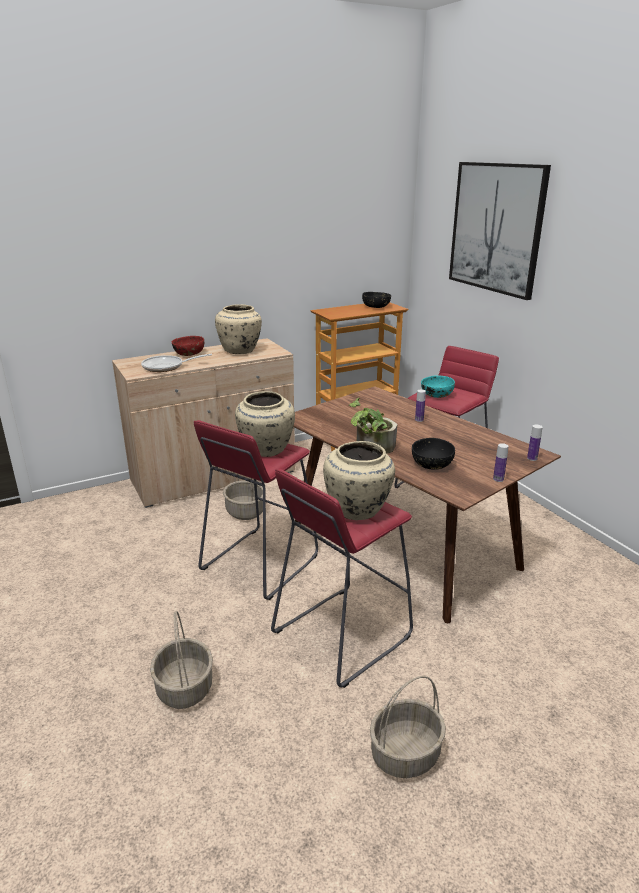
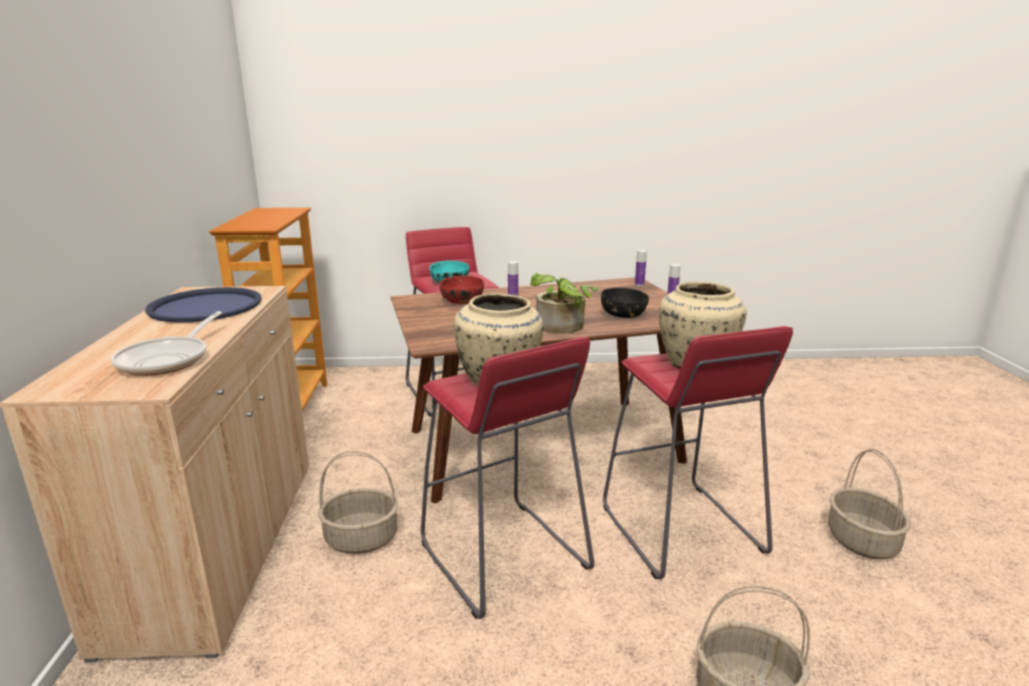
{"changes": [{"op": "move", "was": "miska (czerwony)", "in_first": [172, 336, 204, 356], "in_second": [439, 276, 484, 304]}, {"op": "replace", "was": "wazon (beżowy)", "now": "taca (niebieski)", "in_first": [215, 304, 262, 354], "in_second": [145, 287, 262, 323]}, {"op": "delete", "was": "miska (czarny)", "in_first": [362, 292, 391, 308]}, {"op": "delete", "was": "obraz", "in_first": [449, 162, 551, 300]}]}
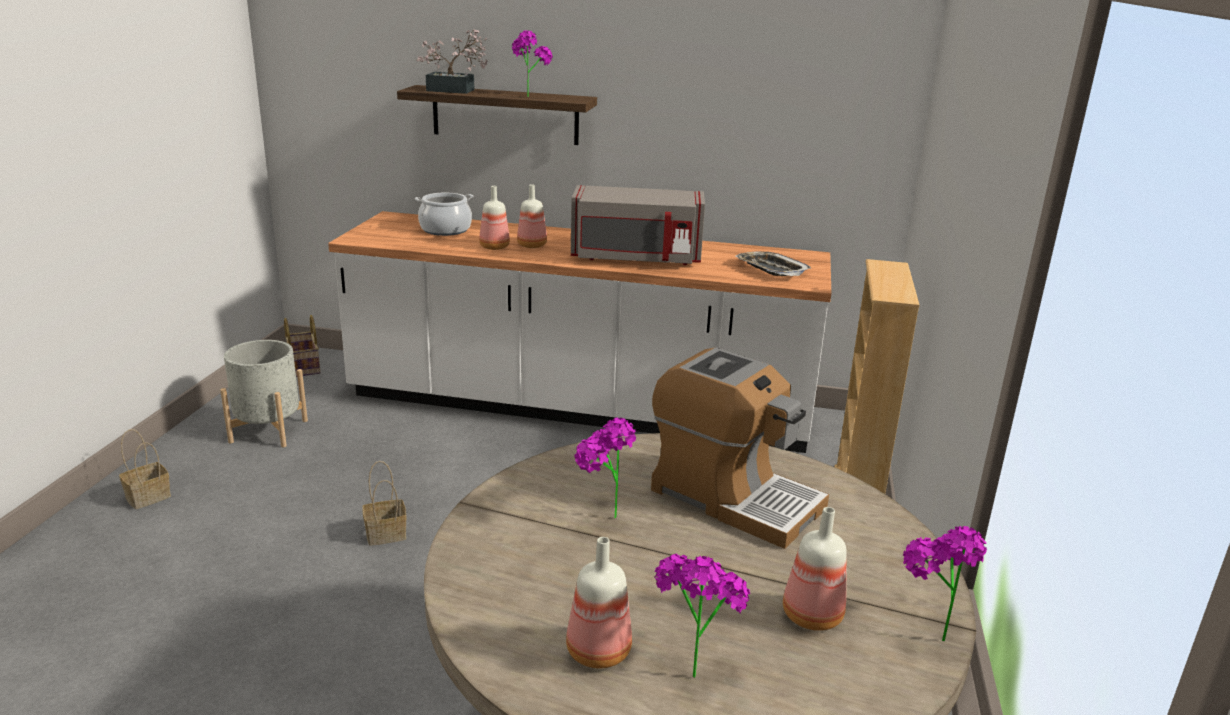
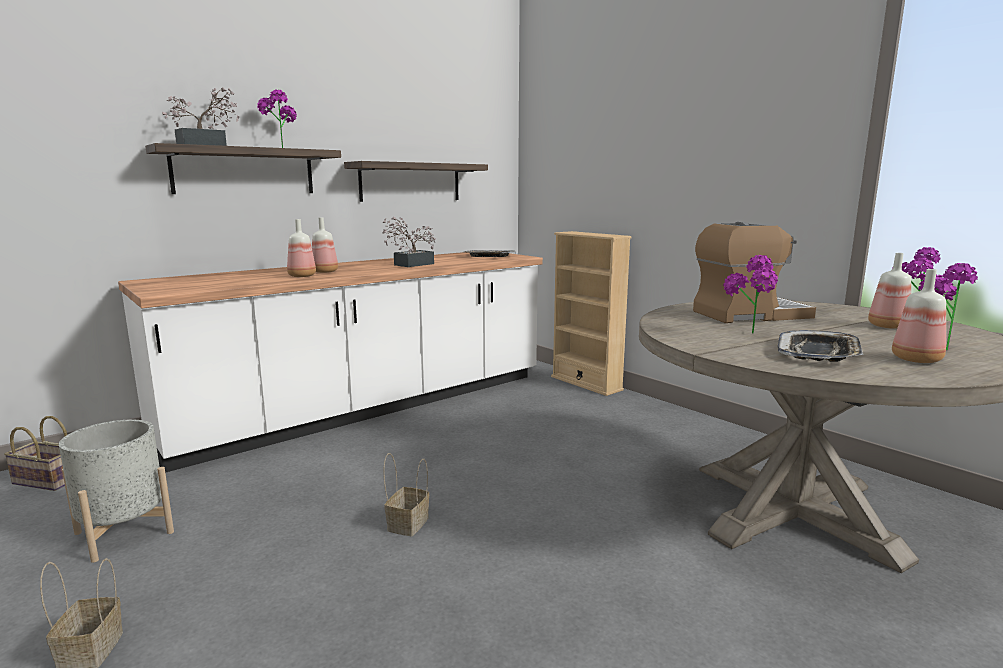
{"changes": [{"op": "delete", "was": "garnek", "in_first": [415, 193, 473, 236]}, {"op": "replace", "was": "mikrofalówka (szary)", "now": "roślina doniczkowa", "in_first": [571, 185, 705, 265], "in_second": [382, 216, 436, 267]}, {"op": "insert", "now": "półka", "in_second": [344, 161, 488, 202]}, {"op": "insert", "now": "taca", "in_second": [777, 330, 864, 362]}]}
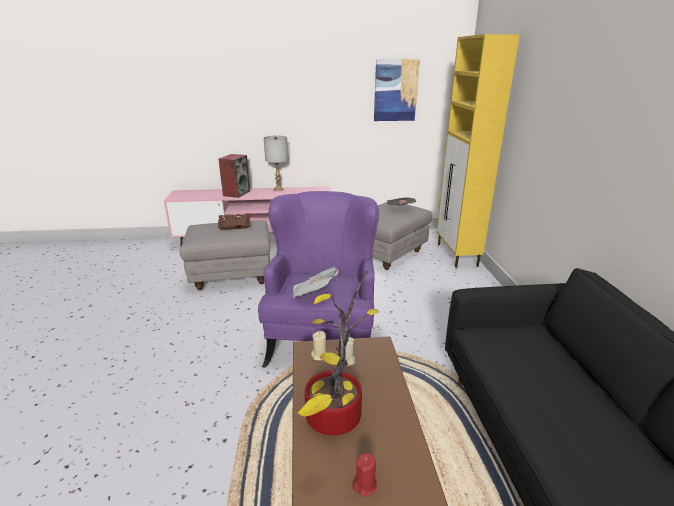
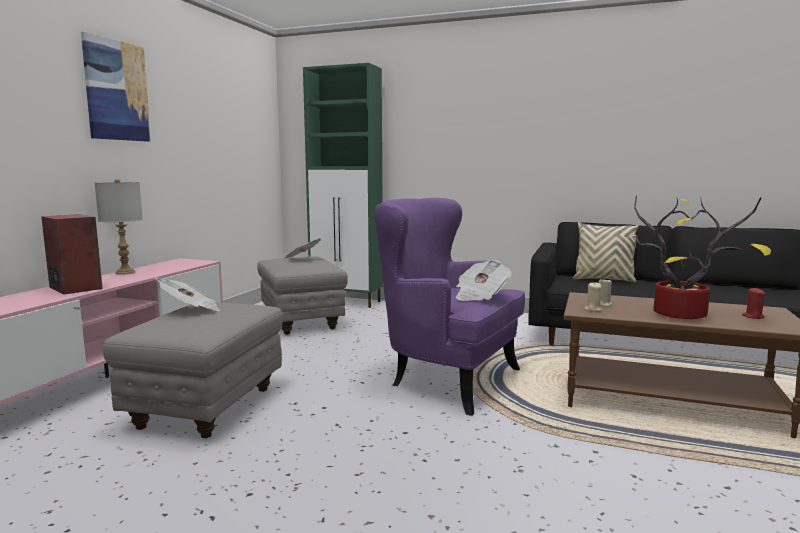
{"changes": [{"op": "replace", "was": "taca (brązowy)", "now": "gazeta", "in_first": [218, 213, 251, 230], "in_second": [155, 278, 220, 311]}, {"op": "move", "was": "obraz", "in_first": [374, 59, 420, 121], "in_second": [81, 32, 151, 142]}, {"op": "recolor", "was": "szafka (żółty)", "now": "szafka (zielony)", "in_first": [437, 34, 520, 268], "in_second": [303, 63, 383, 308]}, {"op": "insert", "now": "poduszka (beżowy)", "in_second": [573, 222, 639, 282]}]}
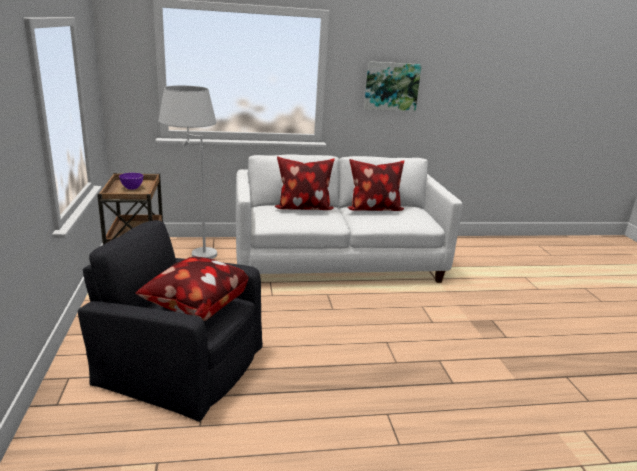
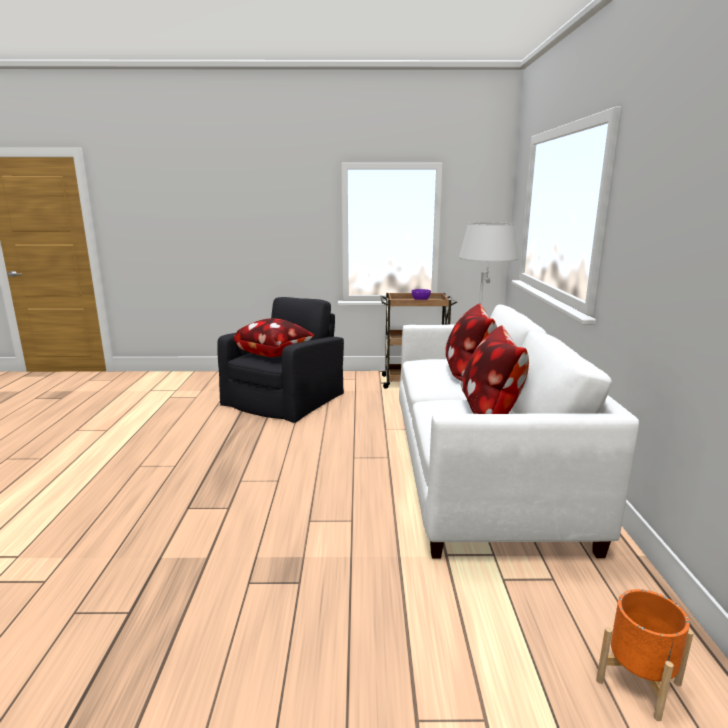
{"changes": [{"op": "delete", "was": "obraz", "in_first": [364, 61, 422, 111]}, {"op": "insert", "now": "donica (pomarańczowy)", "in_second": [596, 589, 694, 721]}]}
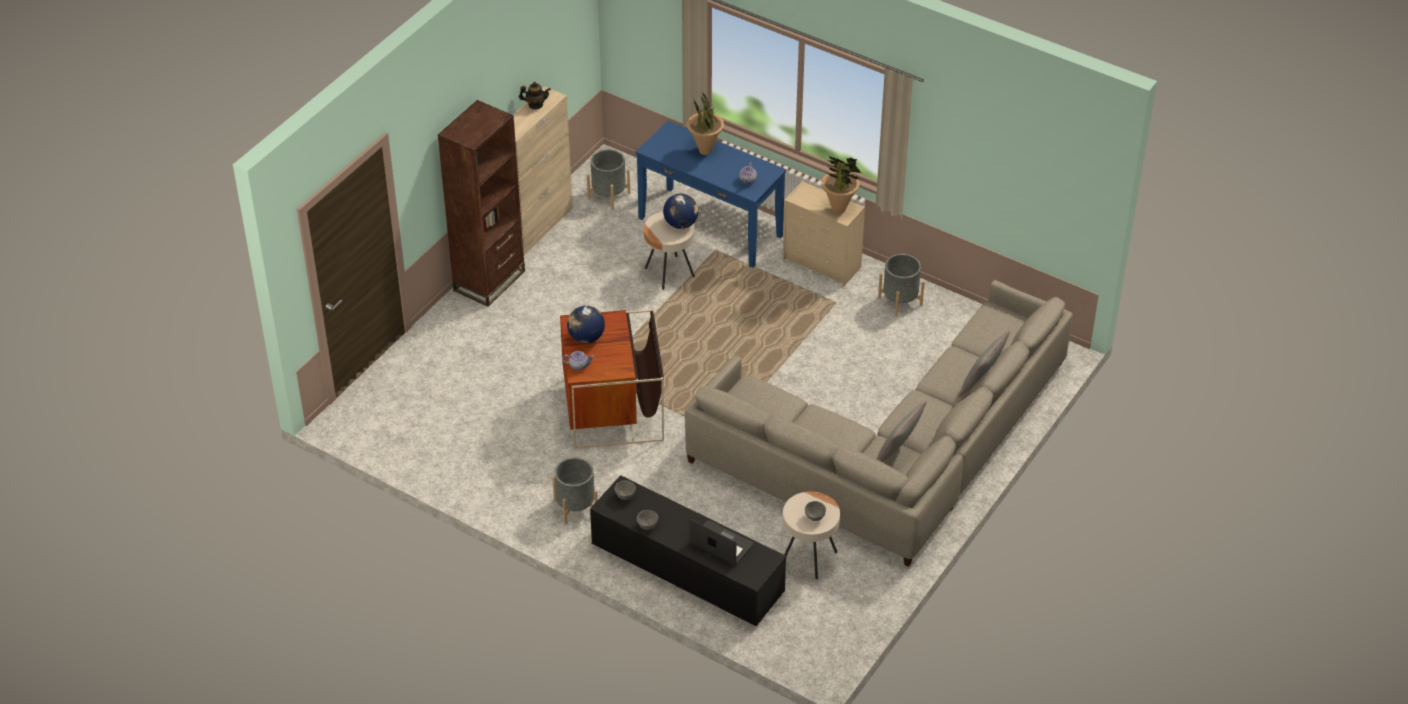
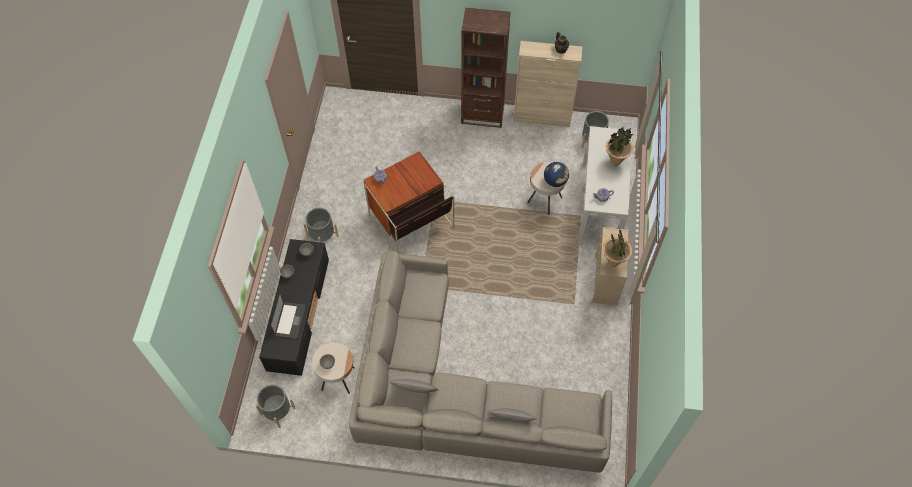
{"changes": [{"op": "delete", "was": "globus", "in_first": [567, 306, 605, 343]}, {"op": "recolor", "was": "stolik konsolowy (niebieski)", "now": "stolik konsolowy (biały)", "in_first": [636, 121, 786, 268], "in_second": [577, 126, 632, 244]}, {"op": "move", "was": "donica (szary)", "in_first": [878, 254, 925, 317], "in_second": [255, 384, 296, 428]}]}
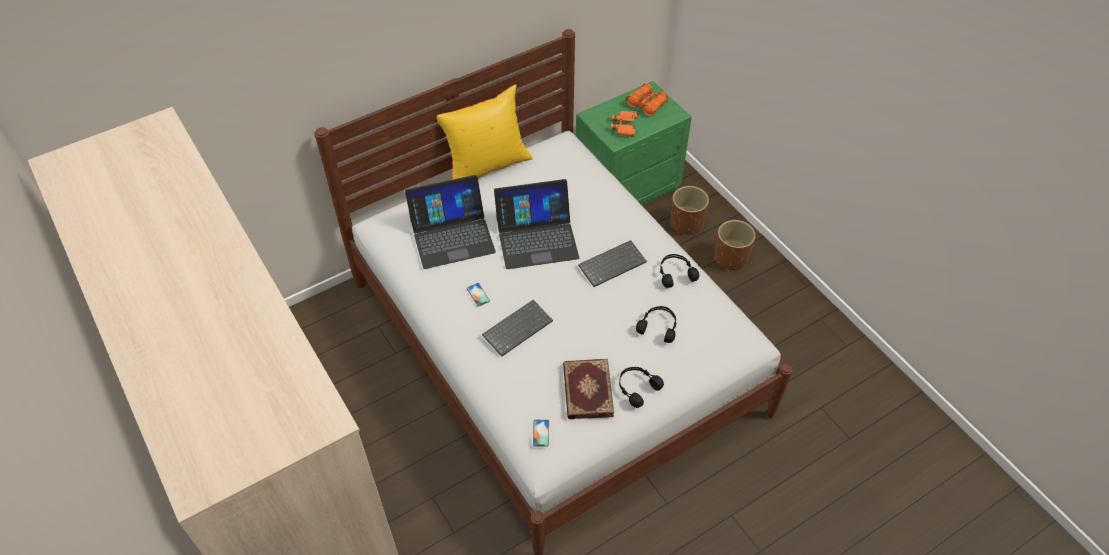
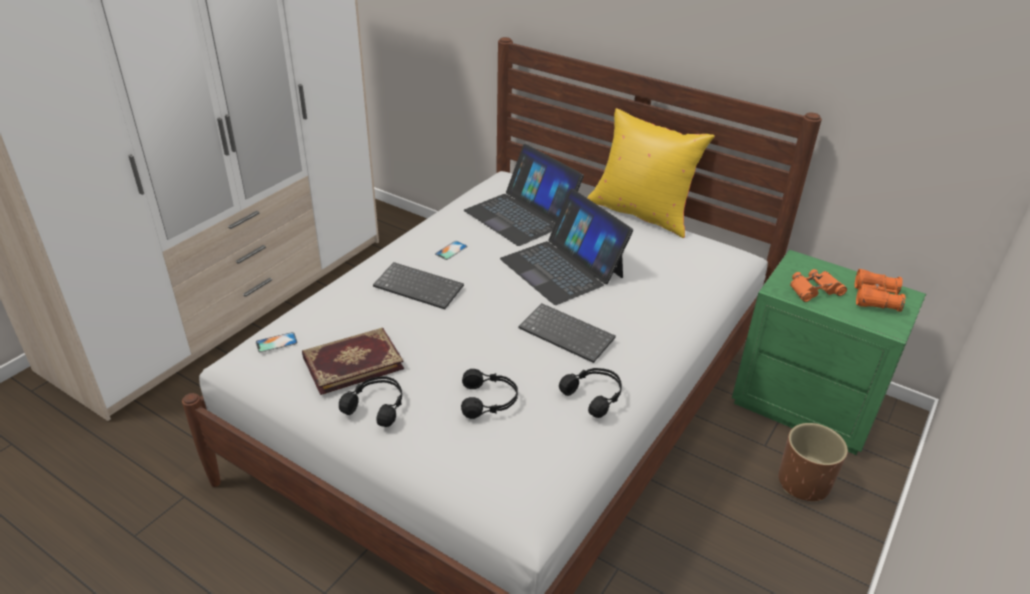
{"changes": [{"op": "delete", "was": "donica (brązowy)", "in_first": [714, 220, 756, 271]}]}
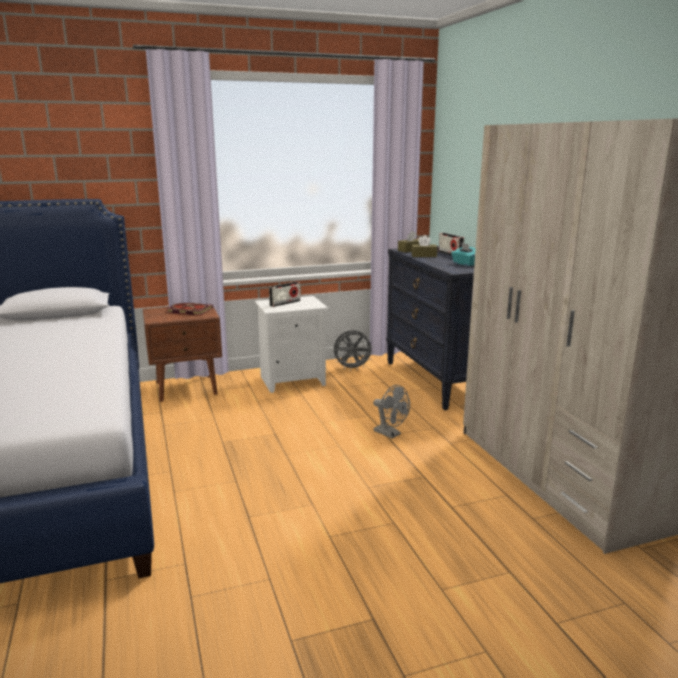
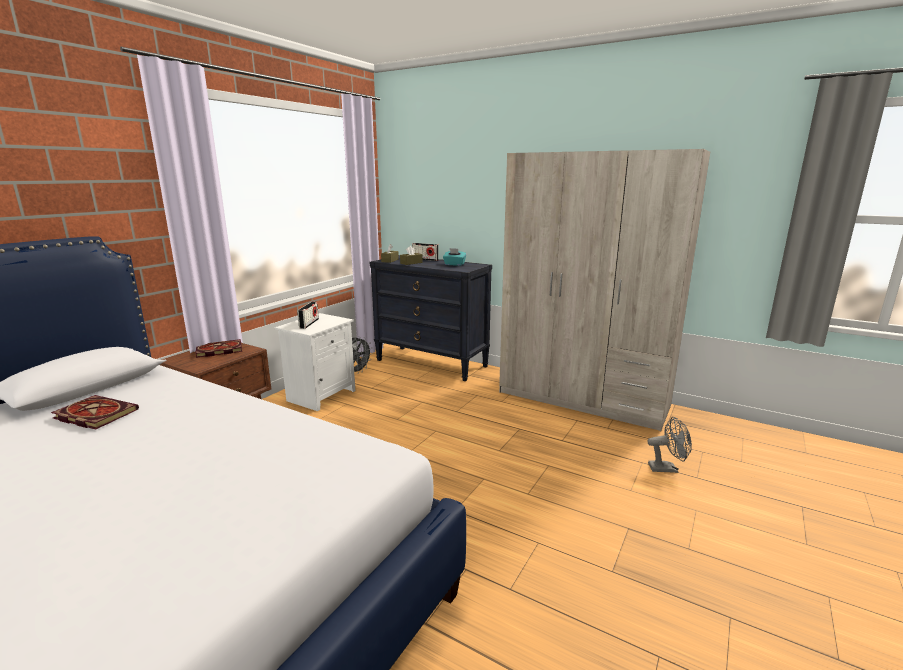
{"changes": [{"op": "move", "was": "wentylator (szary)", "in_first": [373, 385, 410, 439], "in_second": [647, 417, 692, 473]}, {"op": "insert", "now": "książka", "in_second": [51, 395, 139, 430]}]}
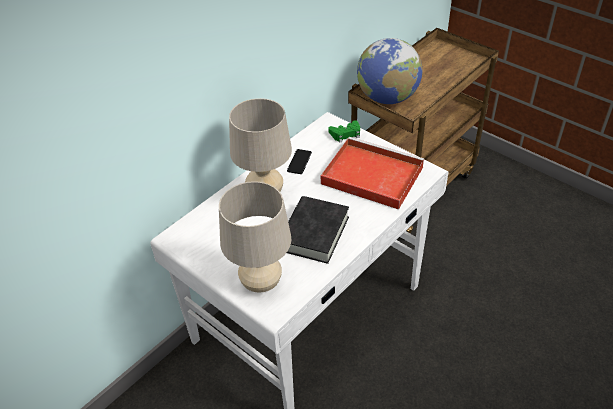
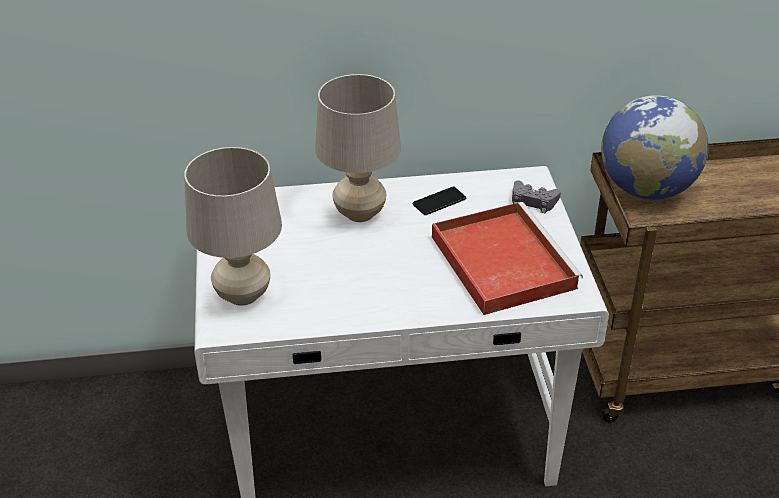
{"changes": [{"op": "delete", "was": "książka (czarny)", "in_first": [287, 196, 349, 264]}, {"op": "recolor", "was": "pad do gier (zielony)", "now": "pad do gier (szary)", "in_first": [328, 120, 360, 143], "in_second": [512, 181, 561, 213]}]}
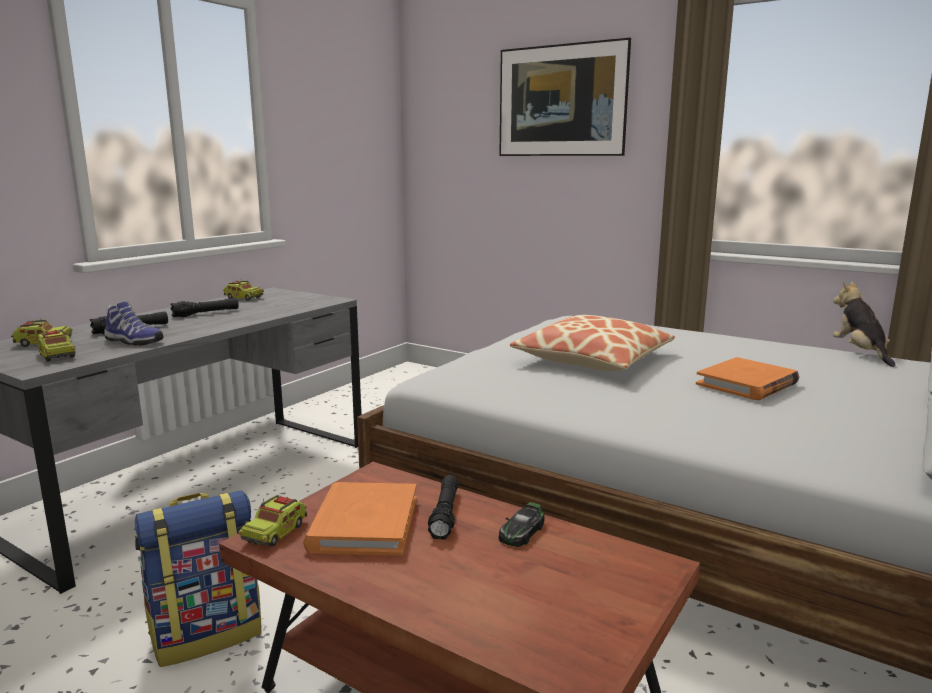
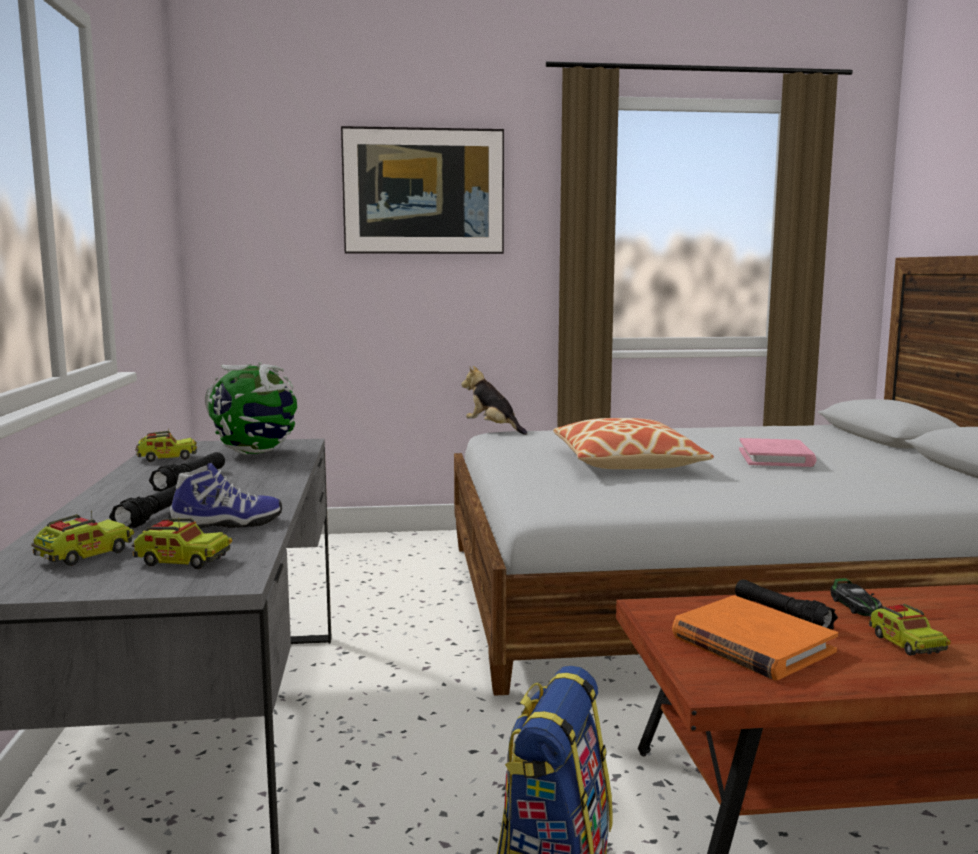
{"changes": [{"op": "move", "was": "ciężarówka zabawkowa", "in_first": [238, 495, 307, 546], "in_second": [869, 604, 951, 656]}, {"op": "recolor", "was": "książka (pomarańczowy)", "now": "książka (różowy)", "in_first": [696, 357, 799, 400], "in_second": [739, 438, 816, 467]}, {"op": "move", "was": "pluszak", "in_first": [833, 281, 895, 367], "in_second": [461, 366, 527, 435]}, {"op": "insert", "now": "globus", "in_second": [205, 362, 297, 455]}]}
